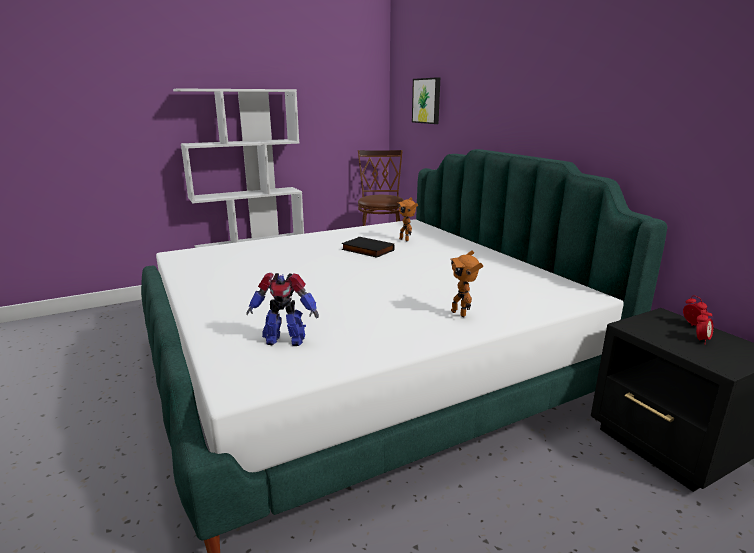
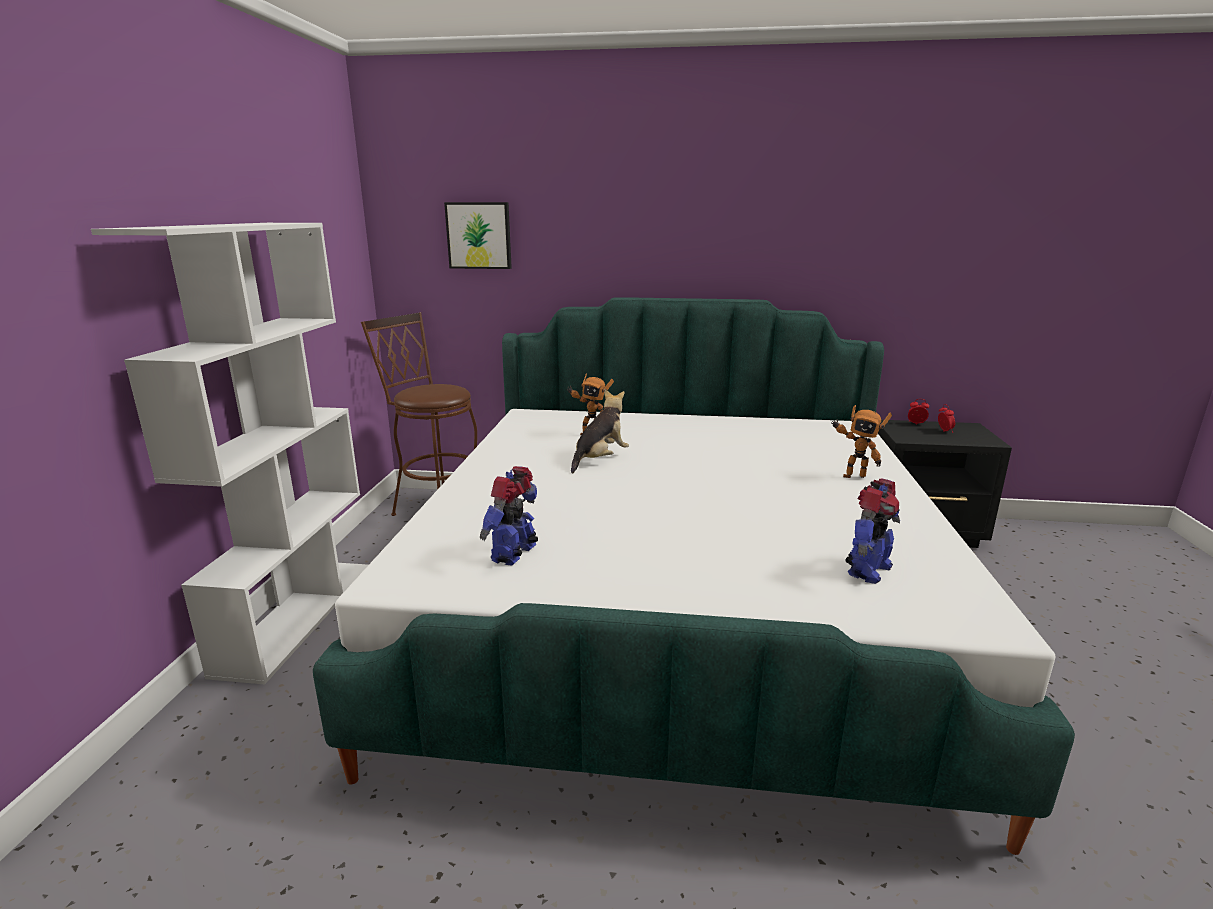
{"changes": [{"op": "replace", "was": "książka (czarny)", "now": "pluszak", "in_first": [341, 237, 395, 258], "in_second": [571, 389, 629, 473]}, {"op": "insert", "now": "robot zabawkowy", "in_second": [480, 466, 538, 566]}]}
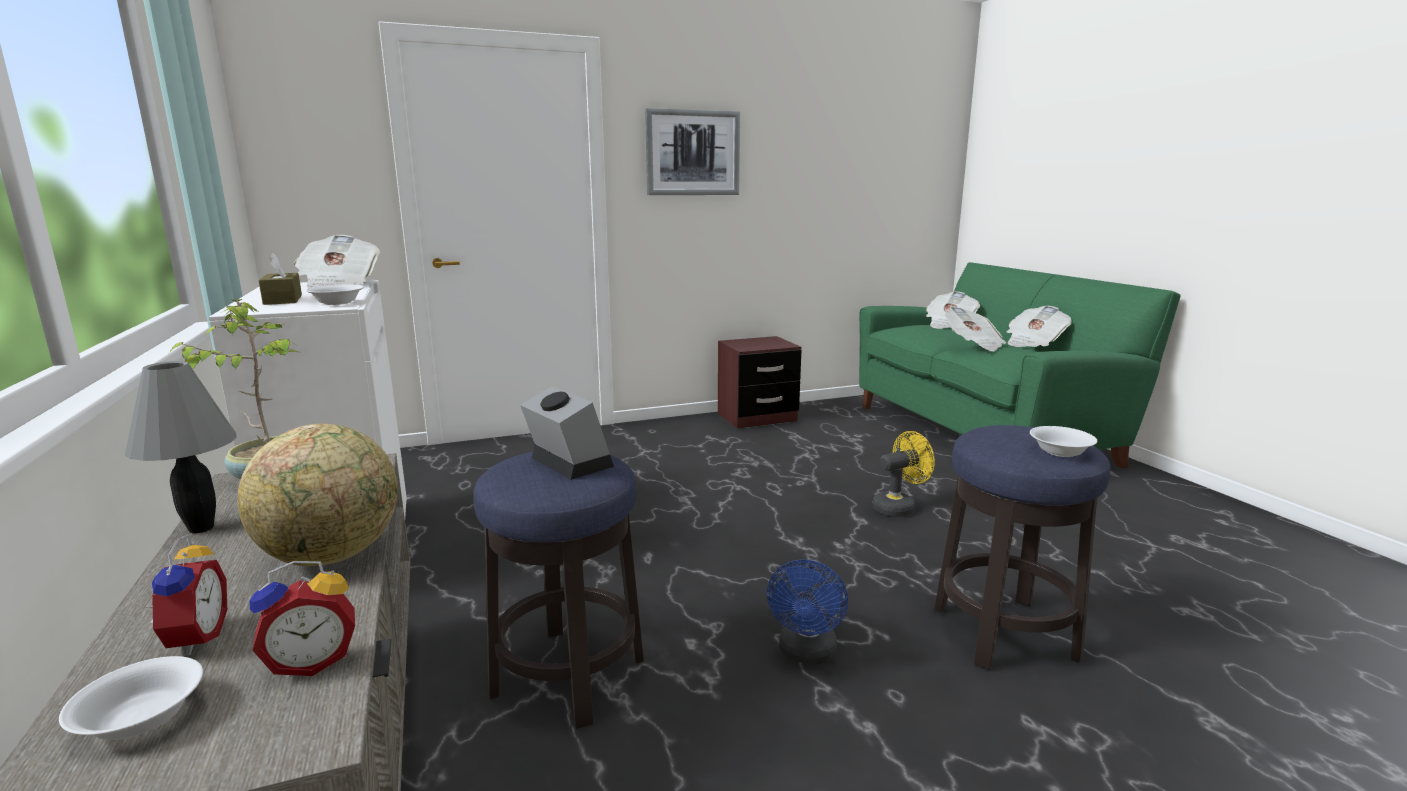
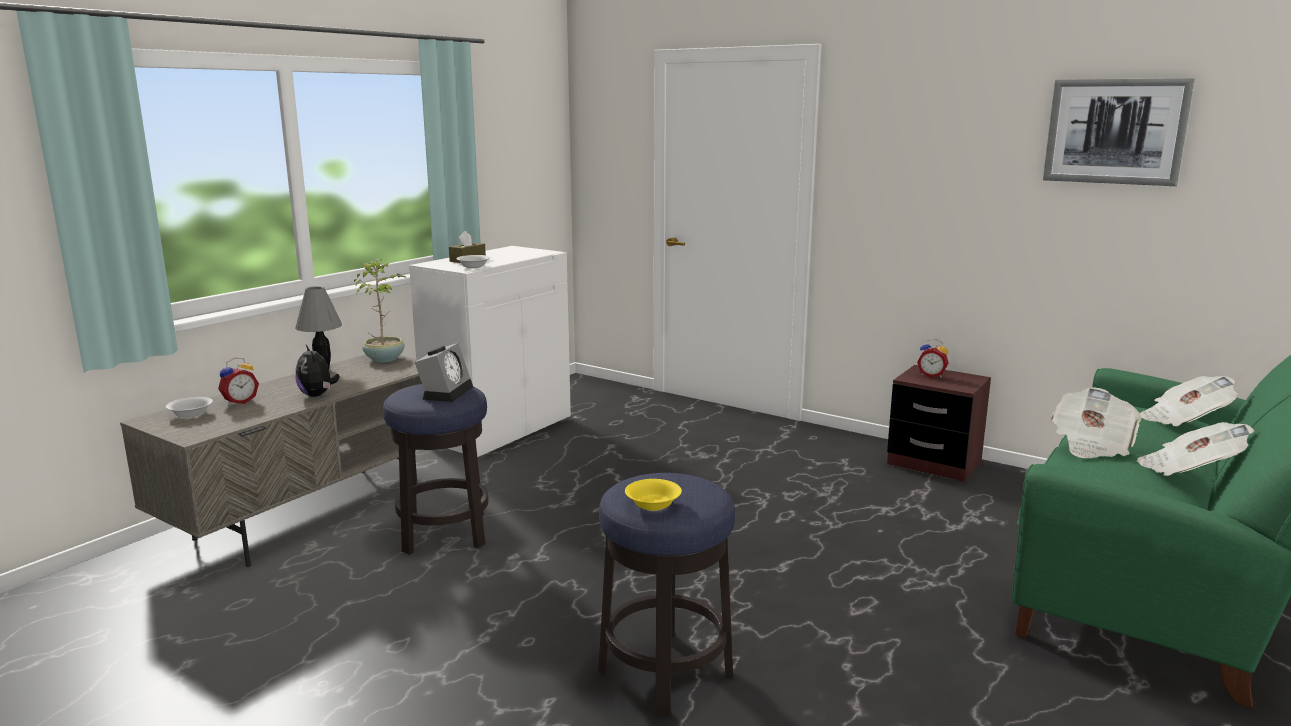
{"changes": [{"op": "replace", "was": "globus", "now": "pluszak", "in_first": [238, 424, 398, 566], "in_second": [296, 345, 340, 397]}, {"op": "move", "was": "budzik", "in_first": [250, 561, 355, 676], "in_second": [917, 339, 949, 378]}, {"op": "delete", "was": "gazeta", "in_first": [294, 235, 380, 288]}, {"op": "move", "was": "obraz", "in_first": [645, 108, 740, 195], "in_second": [1043, 78, 1195, 186]}, {"op": "delete", "was": "wentylator (niebieski)", "in_first": [767, 559, 848, 664]}, {"op": "delete", "was": "wentylator (żółty)", "in_first": [873, 431, 935, 517]}, {"op": "recolor", "was": "miska (biały)", "now": "miska (żółty)", "in_first": [1030, 426, 1097, 457], "in_second": [625, 479, 682, 511]}]}
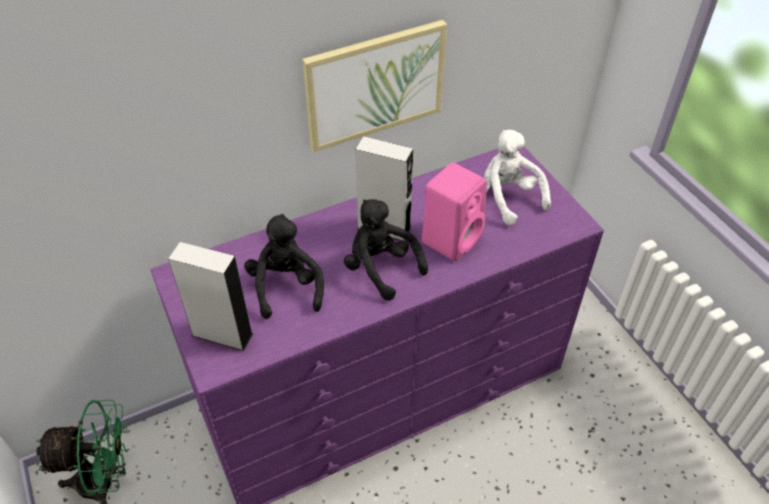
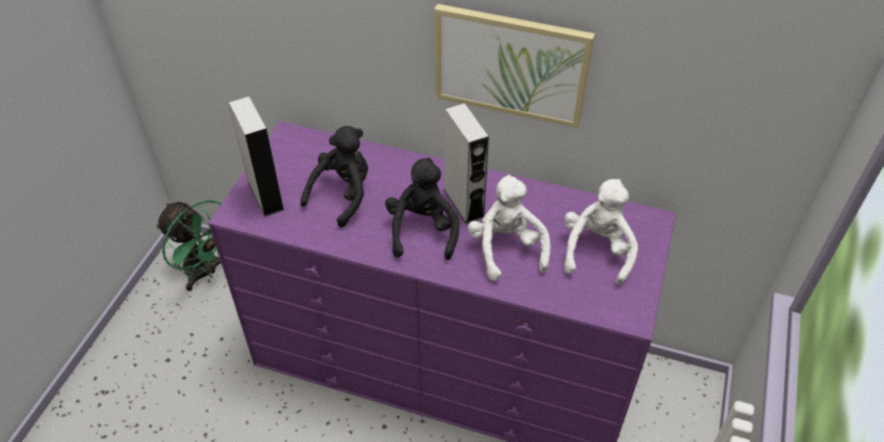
{"changes": [{"op": "replace", "was": "głośnik (różowy)", "now": "pluszak (biały)", "in_first": [422, 162, 487, 261], "in_second": [468, 174, 550, 281]}]}
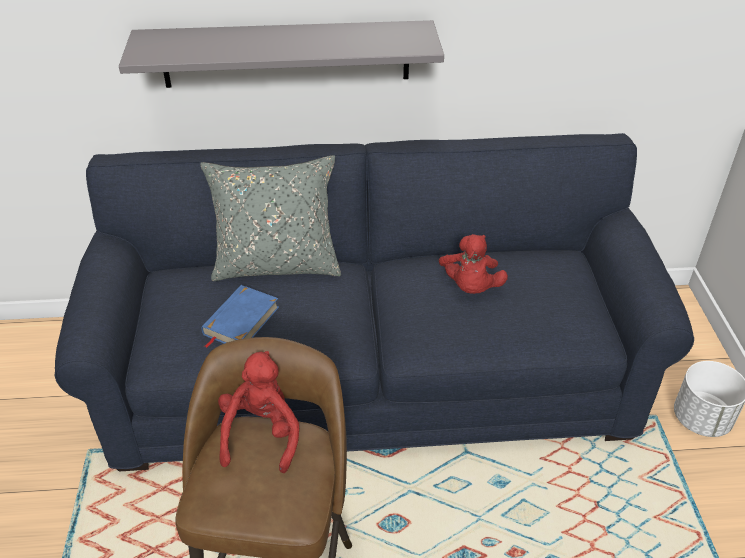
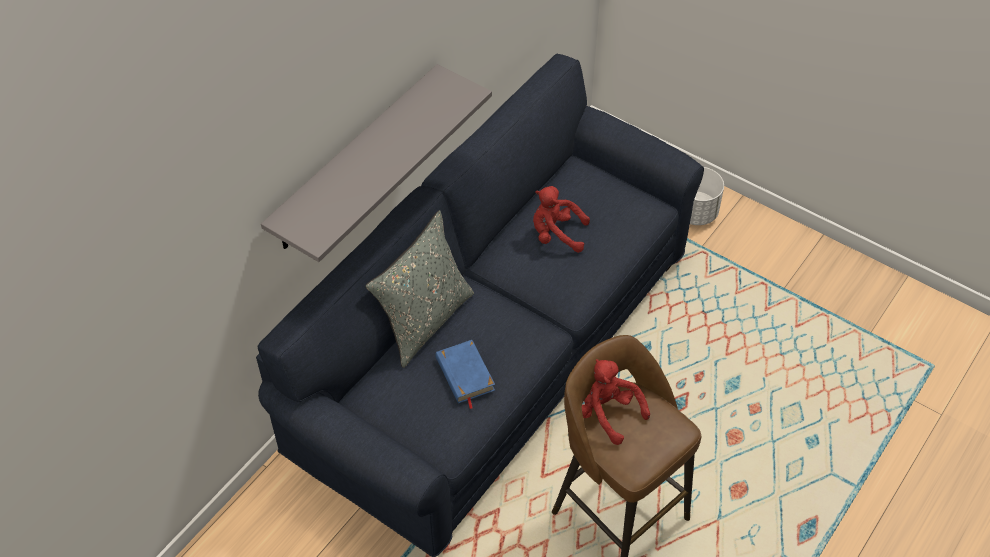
{"changes": [{"op": "rotate", "was": "pluszak (czerwony)", "in_first": [439, 234, 508, 294], "in_second": [533, 186, 590, 253], "clockwise": 150}]}
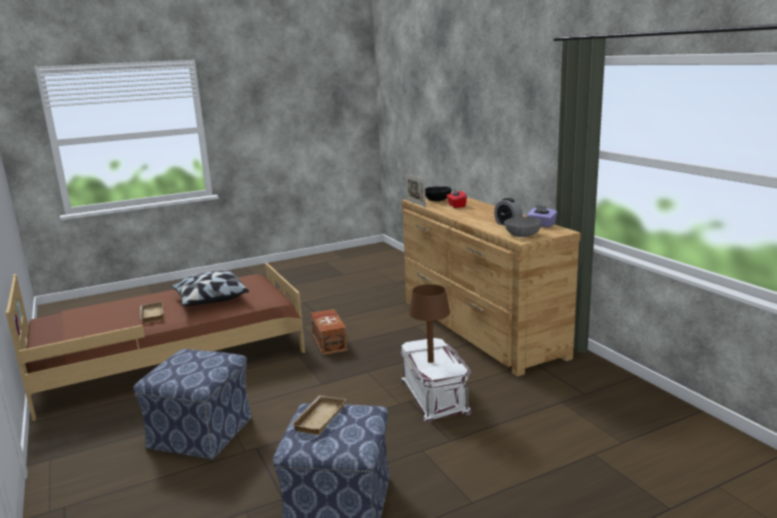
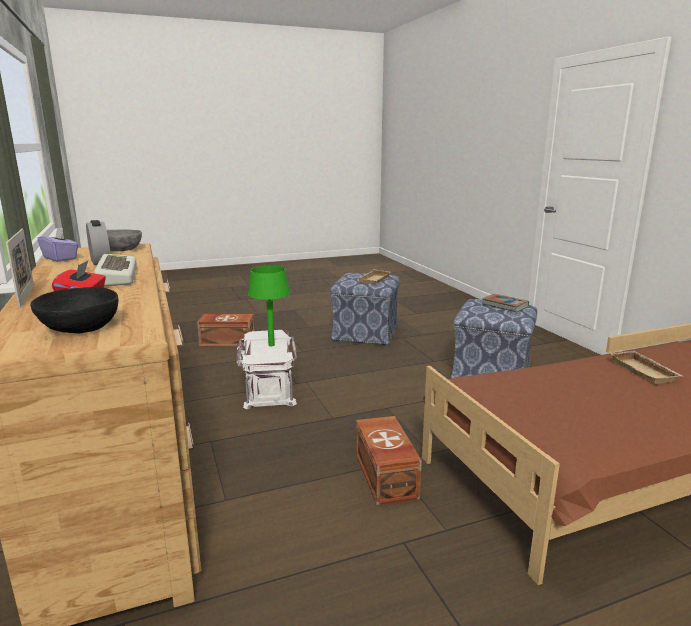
{"changes": [{"op": "delete", "was": "poduszka", "in_first": [171, 271, 249, 306]}, {"op": "move", "was": "ramka na zdjęcie", "in_first": [406, 174, 426, 207], "in_second": [6, 228, 34, 308]}, {"op": "recolor", "was": "lampa stołowa (brązowy)", "now": "lampa stołowa (zielony)", "in_first": [409, 284, 450, 363], "in_second": [248, 266, 290, 346]}, {"op": "insert", "now": "klawiatura", "in_second": [94, 254, 137, 286]}, {"op": "insert", "now": "pojemnik do przechowywania (brązowy)", "in_second": [197, 314, 255, 346]}, {"op": "insert", "now": "książka", "in_second": [482, 294, 529, 312]}]}
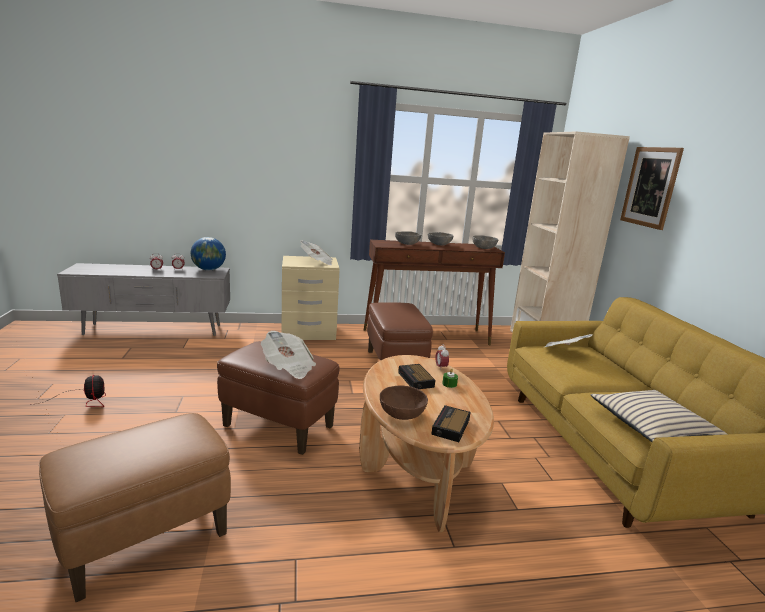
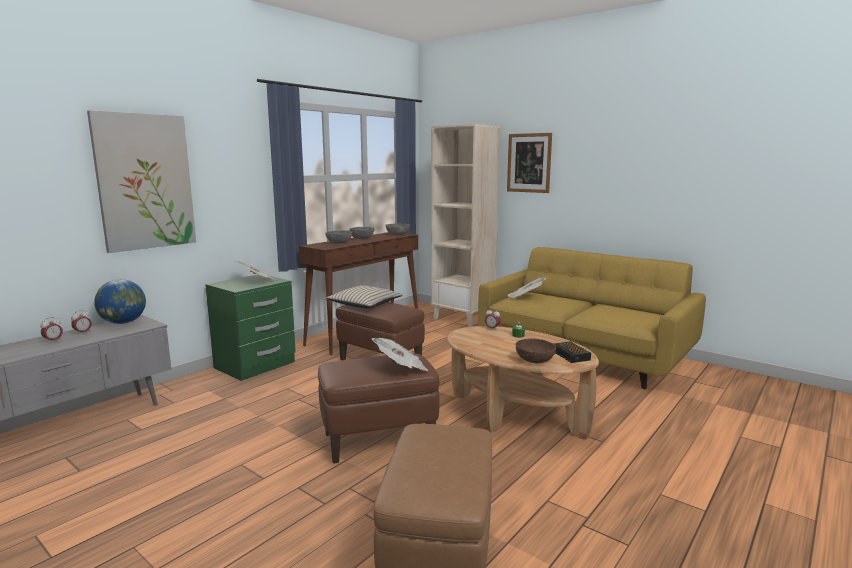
{"changes": [{"op": "delete", "was": "wentylator", "in_first": [30, 375, 106, 407]}, {"op": "recolor", "was": "szafka nocna (beżowy)", "now": "szafka nocna (zielony)", "in_first": [282, 256, 340, 340], "in_second": [205, 274, 296, 381]}, {"op": "delete", "was": "budzik", "in_first": [398, 364, 435, 389]}, {"op": "move", "was": "poduszka (beżowy)", "in_first": [591, 390, 727, 442], "in_second": [326, 285, 403, 309]}, {"op": "insert", "now": "obraz", "in_second": [87, 110, 196, 253]}]}
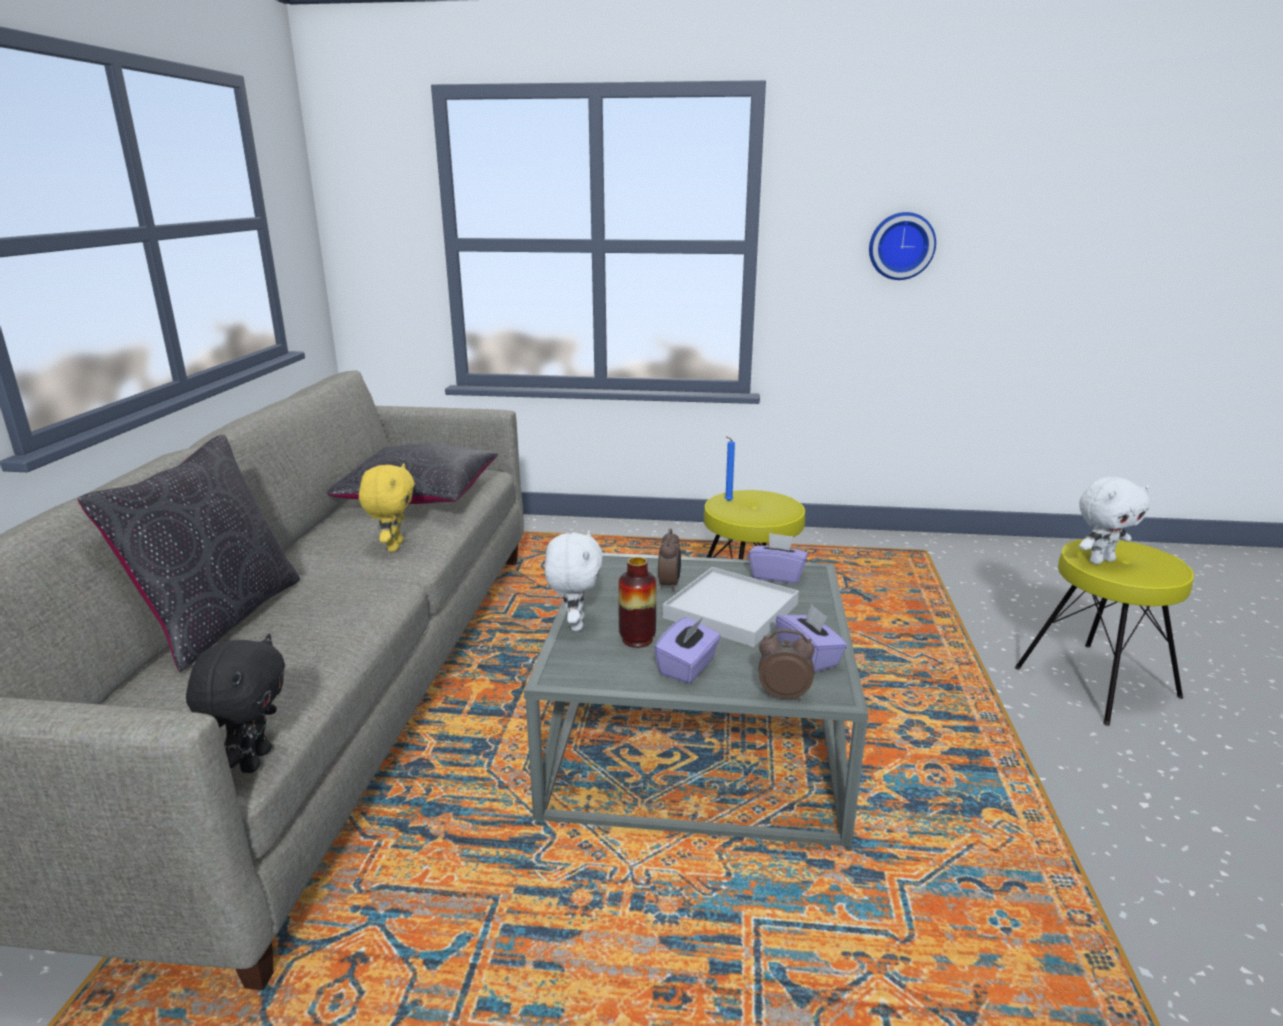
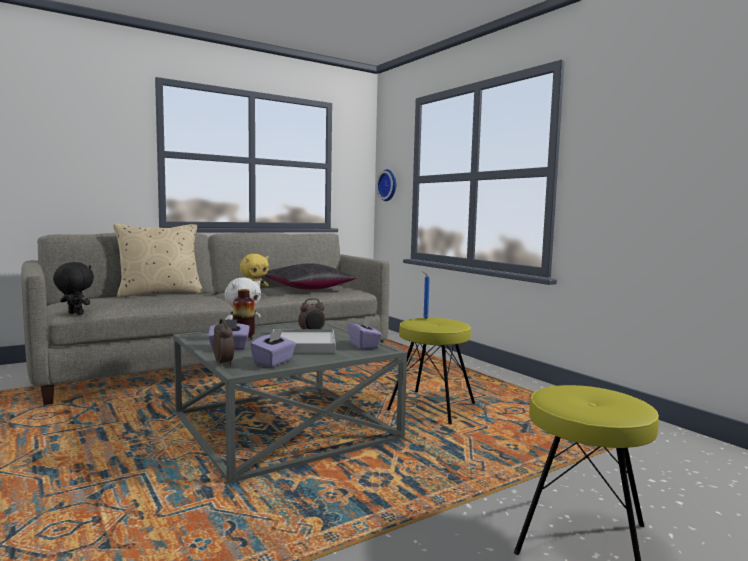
{"changes": [{"op": "recolor", "was": "poduszka (czarny)", "now": "poduszka (beżowy)", "in_first": [78, 435, 300, 673], "in_second": [113, 224, 203, 297]}, {"op": "rotate", "was": "pluszak (czarny)", "in_first": [186, 634, 285, 773], "in_second": [53, 262, 94, 315], "clockwise": -120}, {"op": "move", "was": "zegar ścienny", "in_first": [869, 212, 936, 280], "in_second": [376, 169, 396, 201]}, {"op": "delete", "was": "pluszak (biały)", "in_first": [1079, 477, 1150, 564]}]}
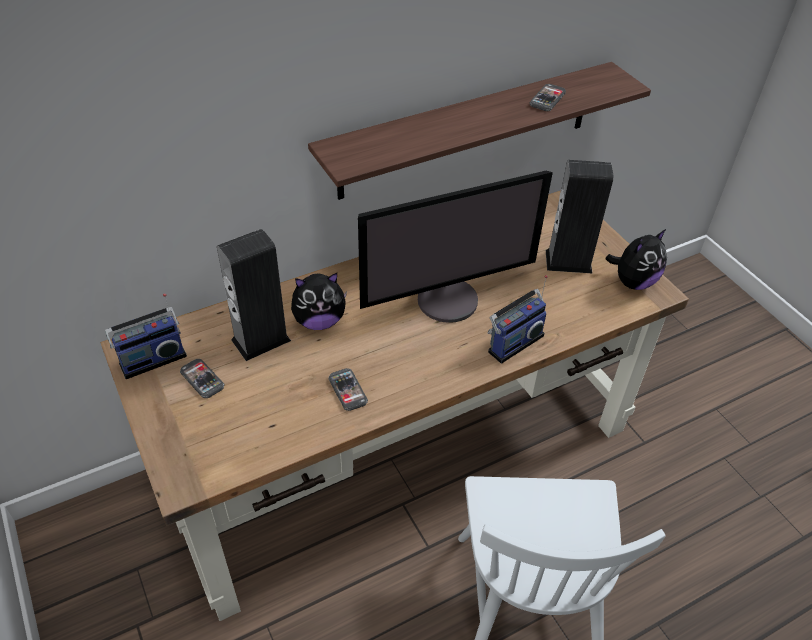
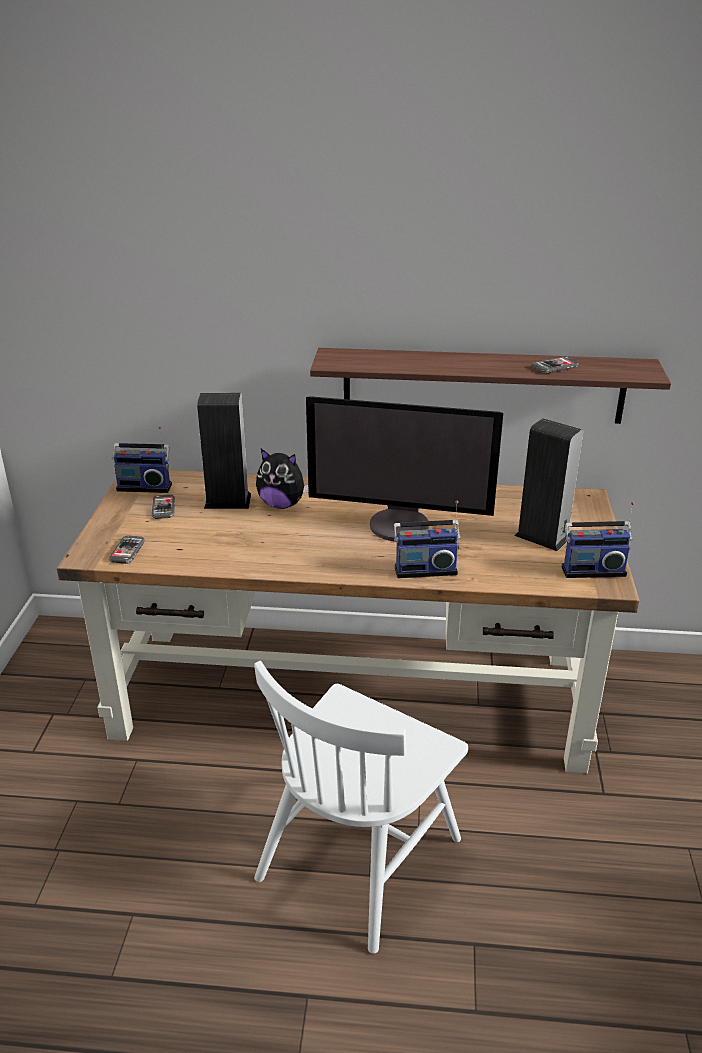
{"changes": [{"op": "move", "was": "telefon", "in_first": [329, 368, 368, 411], "in_second": [109, 535, 145, 564]}, {"op": "replace", "was": "pluszak", "now": "radio", "in_first": [606, 229, 667, 290], "in_second": [562, 502, 634, 578]}]}
